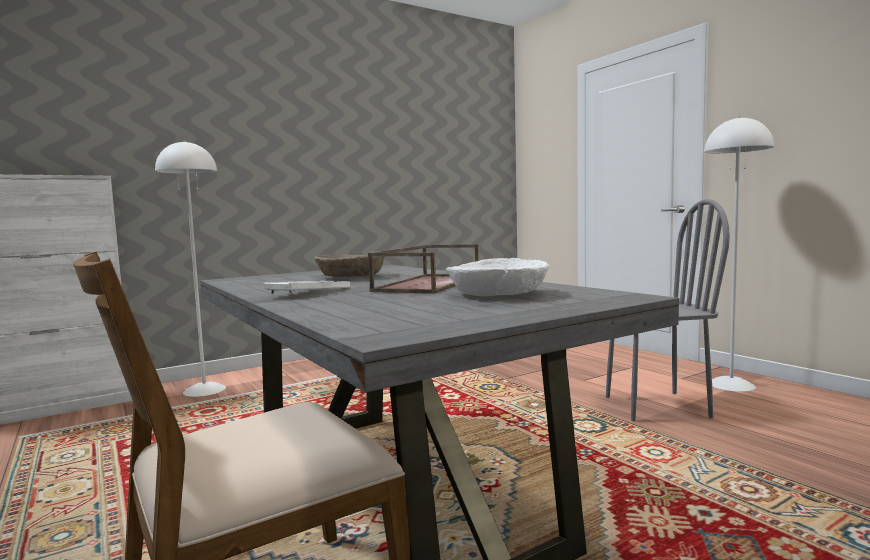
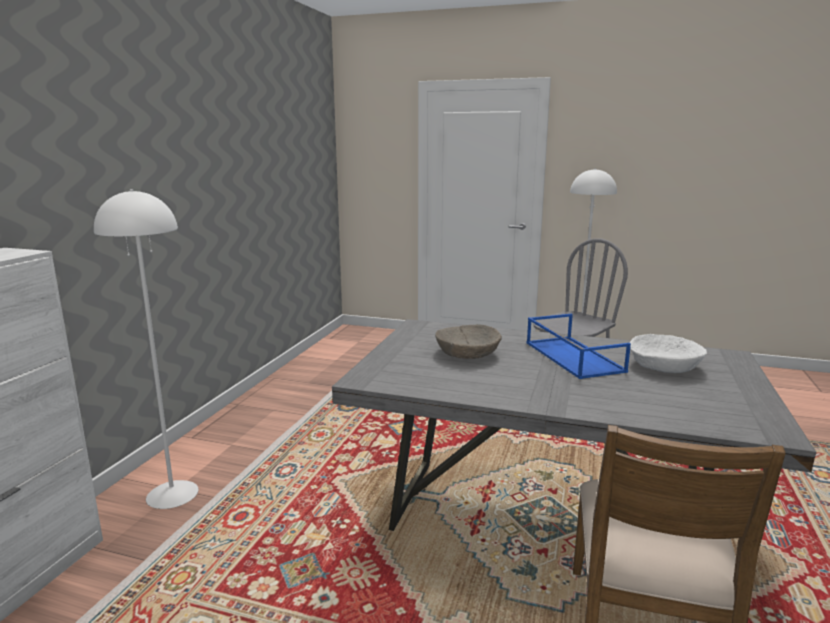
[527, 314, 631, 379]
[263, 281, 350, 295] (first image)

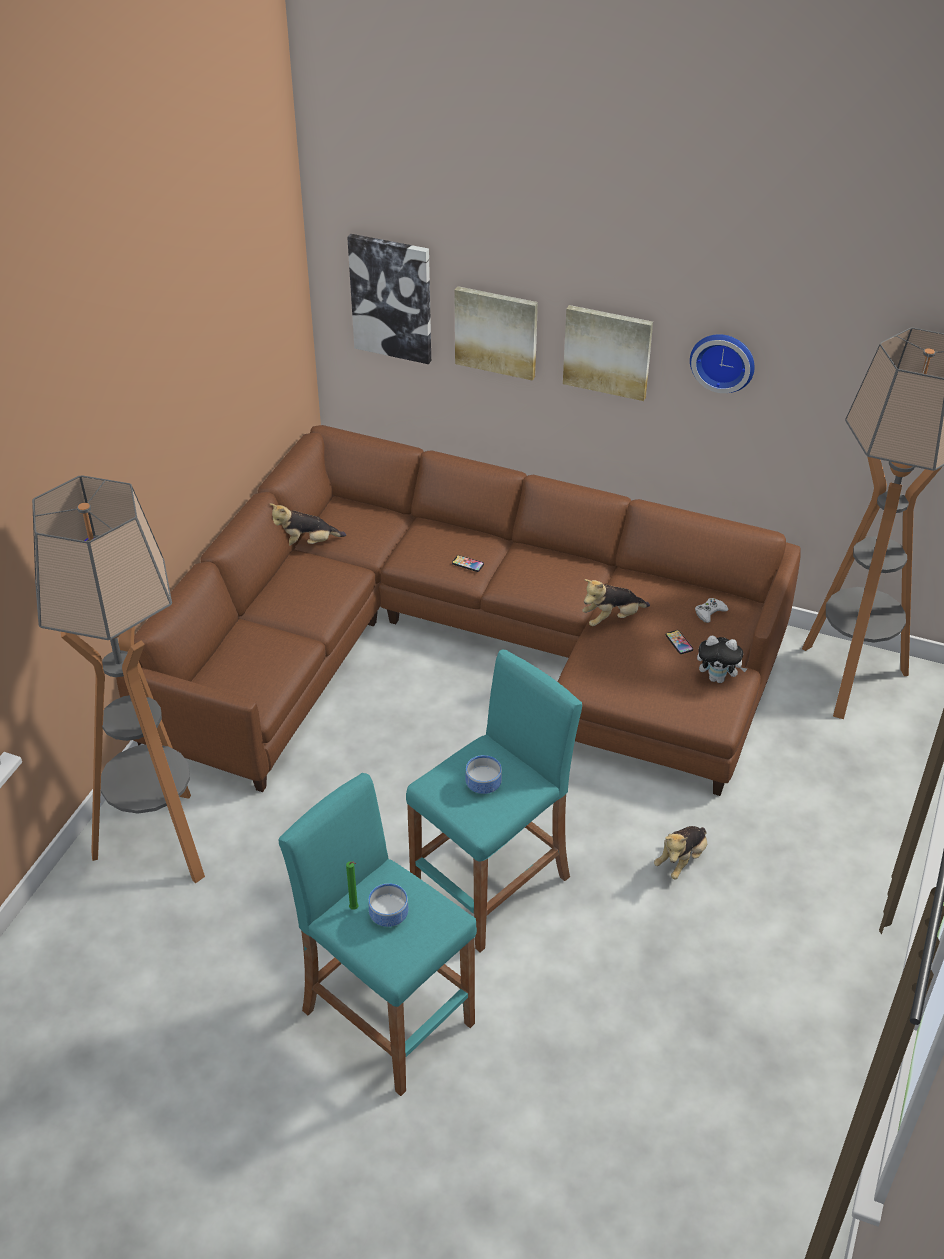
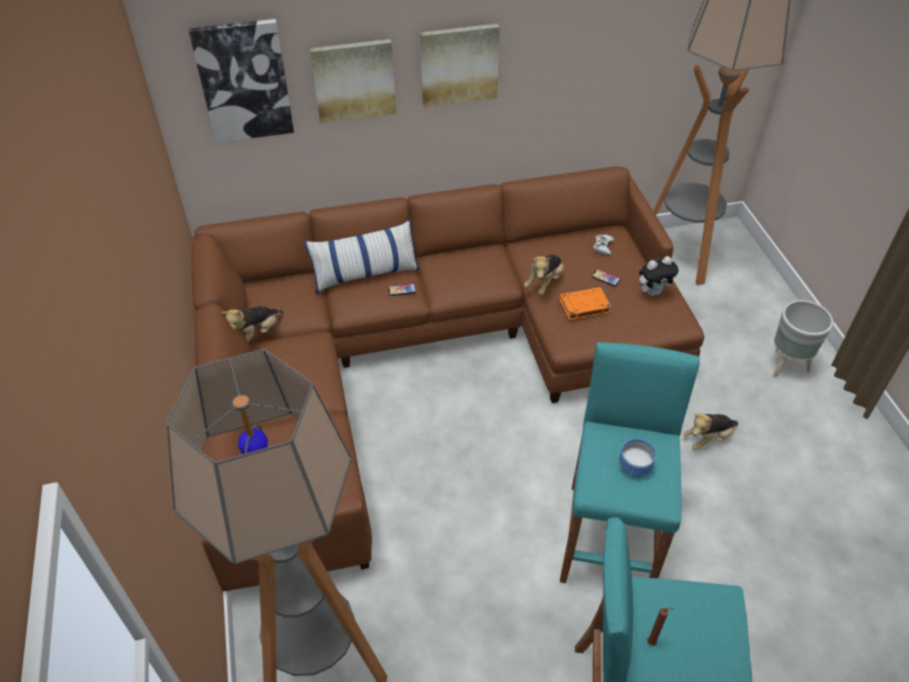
[304, 220, 420, 294]
[559, 287, 611, 320]
[647, 608, 674, 646]
[683, 413, 738, 451]
[773, 300, 833, 378]
[368, 883, 408, 927] (first image)
[690, 334, 755, 393] (first image)

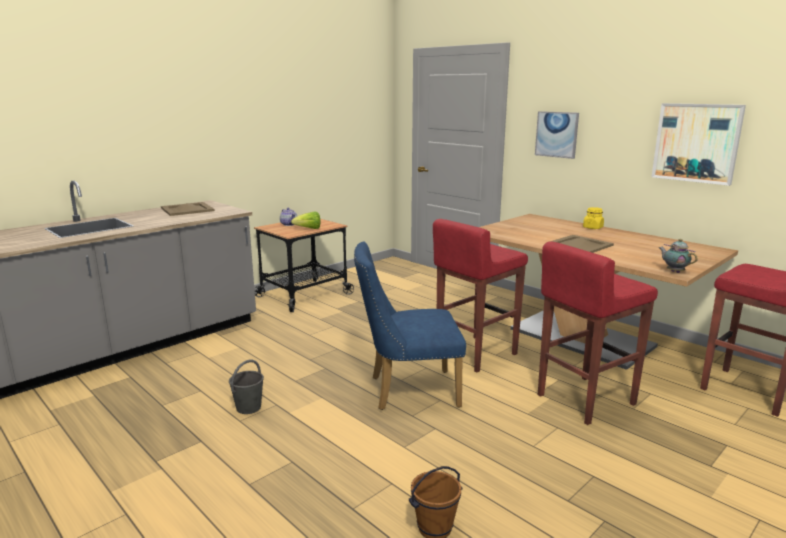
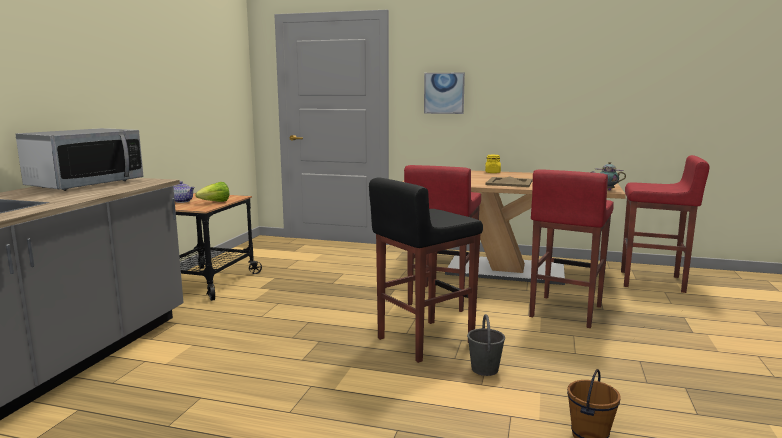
[15, 128, 144, 191]
[369, 177, 483, 363]
[467, 314, 505, 376]
[652, 103, 746, 186] (first image)

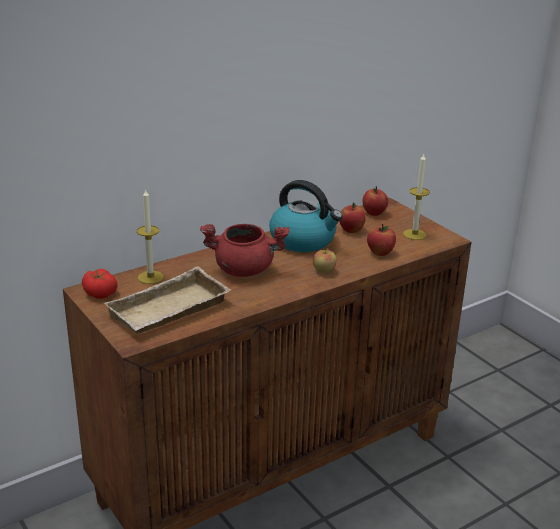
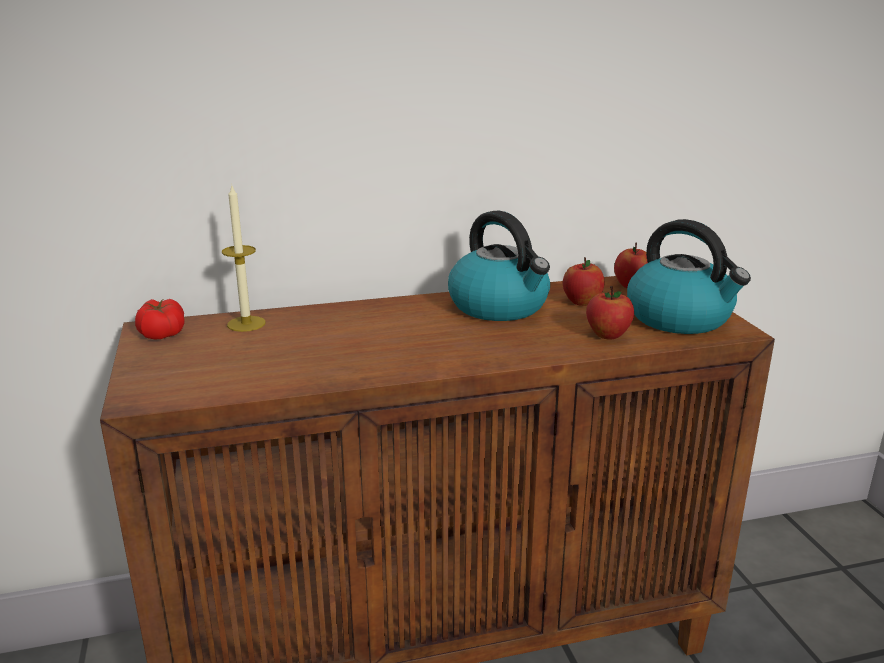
[627, 219, 751, 334]
[104, 266, 231, 334] (first image)
[200, 224, 289, 277] (first image)
[313, 246, 336, 273] (first image)

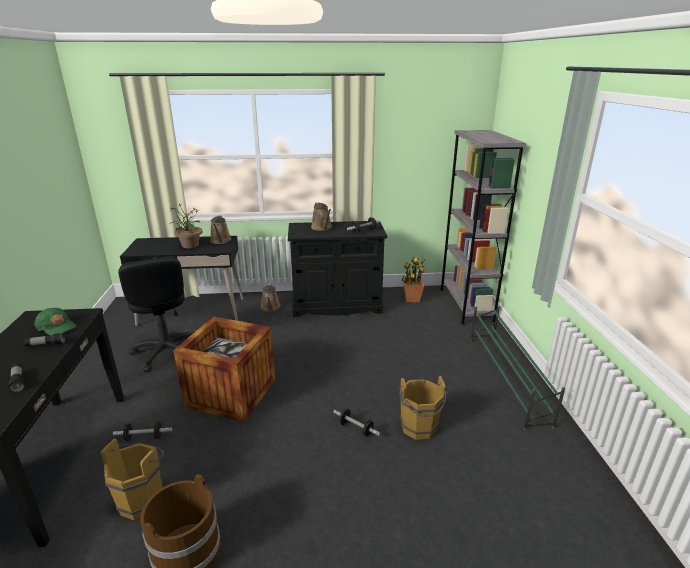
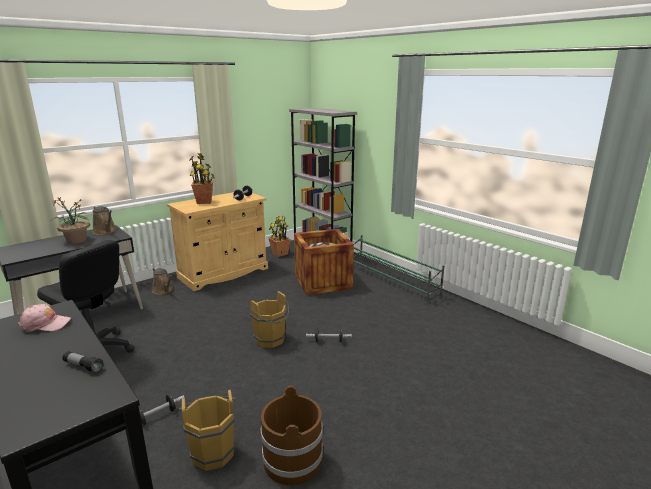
[18, 304, 71, 332]
[167, 191, 268, 291]
[189, 153, 215, 204]
[250, 291, 289, 348]
[294, 229, 354, 295]
[24, 333, 66, 347] (first image)

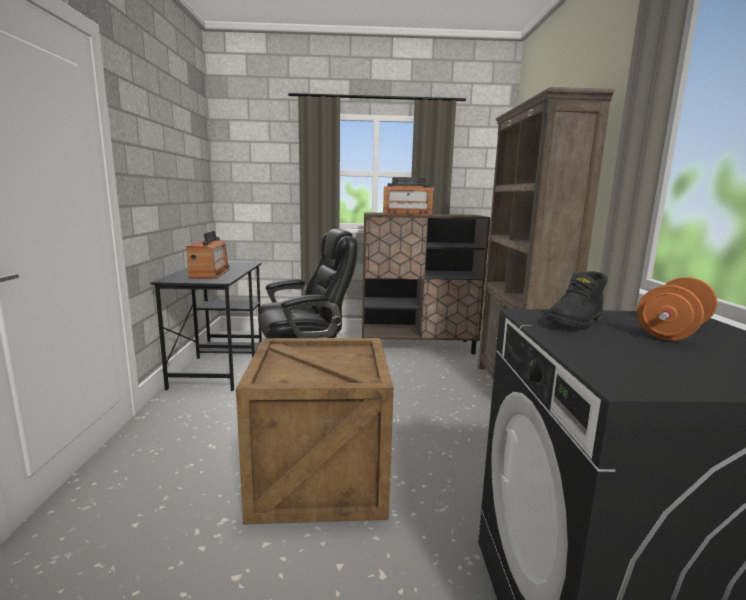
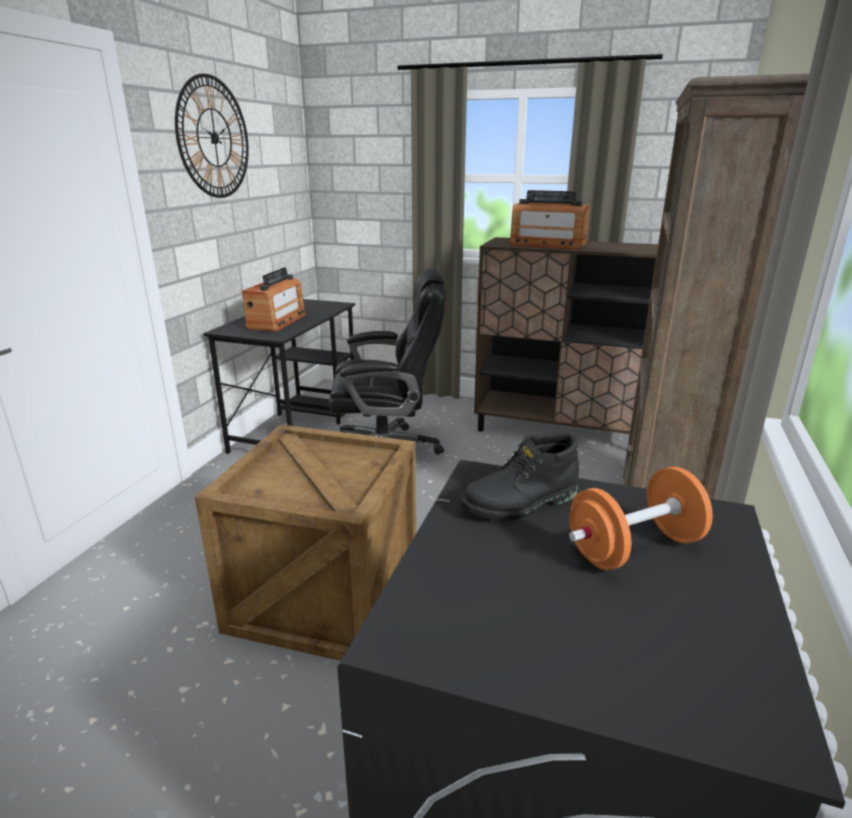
[175, 74, 249, 198]

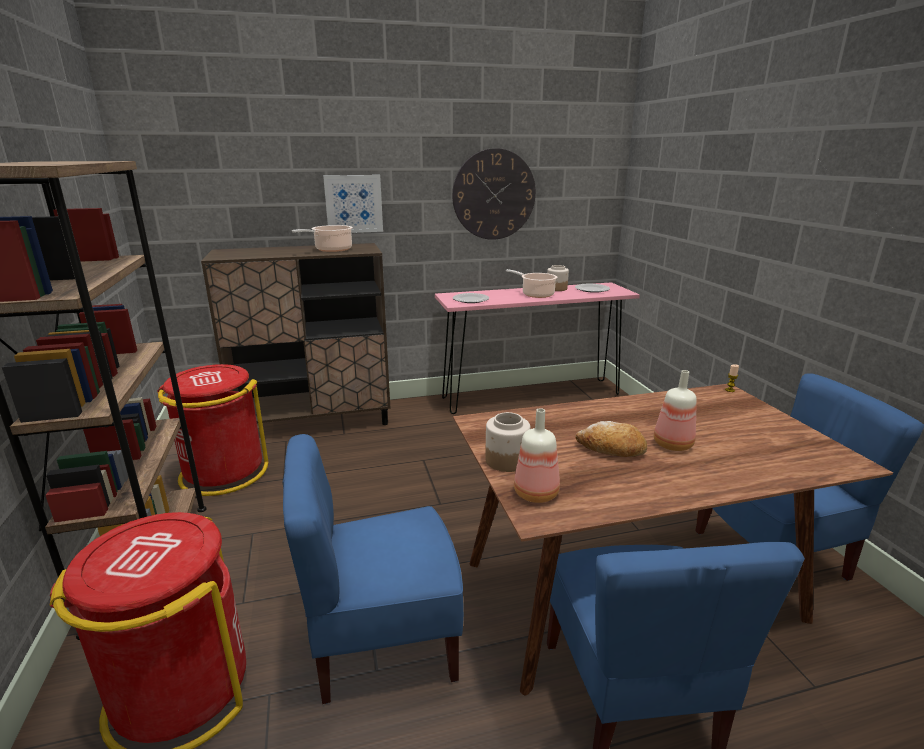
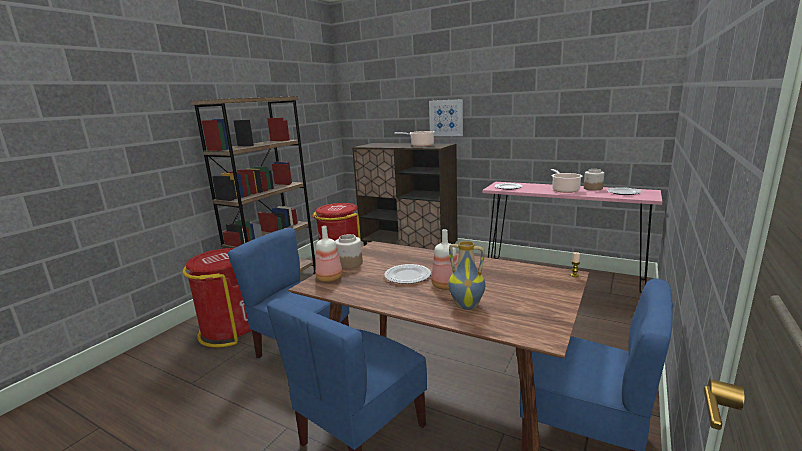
[384, 264, 431, 284]
[448, 241, 485, 310]
[452, 148, 536, 240] (first image)

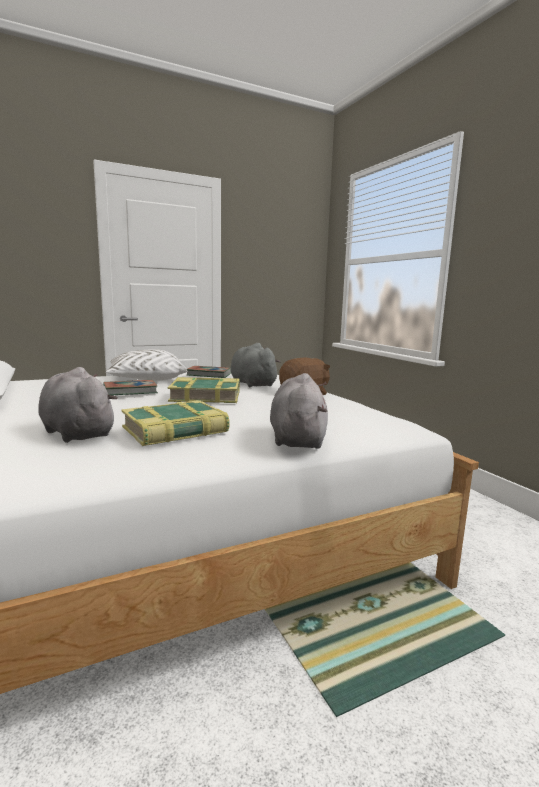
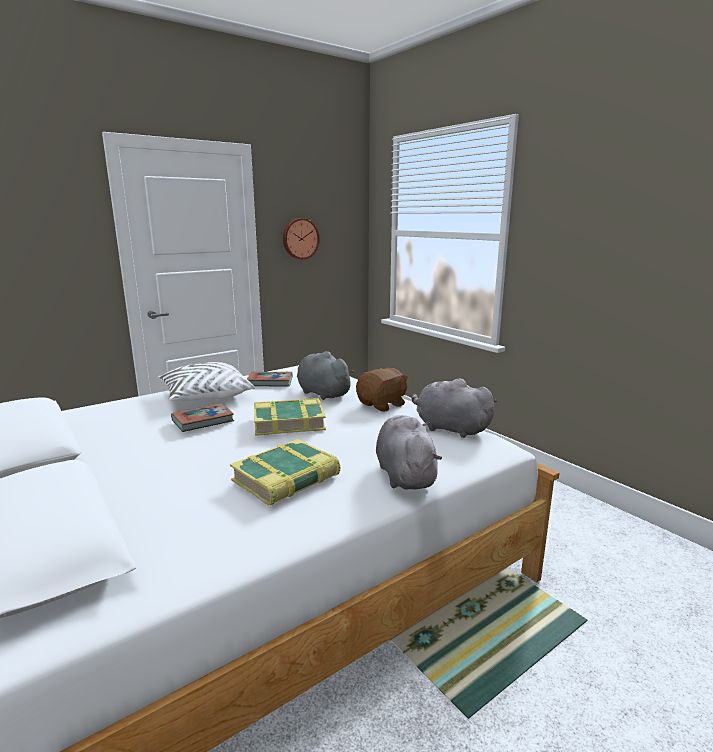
[283, 218, 320, 259]
[412, 379, 497, 438]

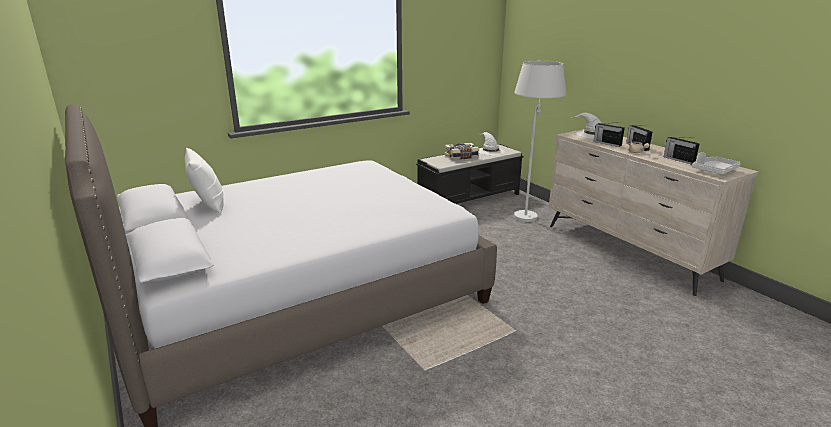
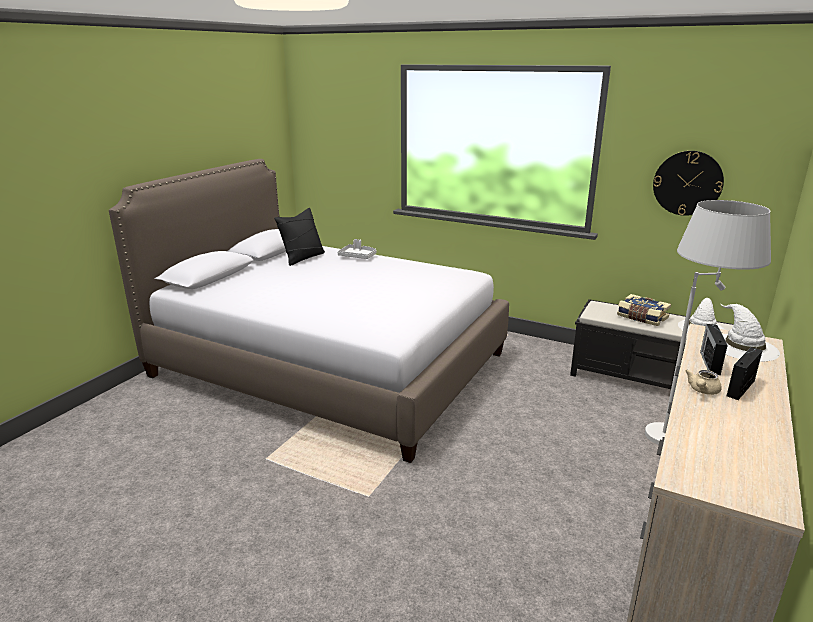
[274, 208, 325, 266]
[338, 239, 377, 259]
[653, 151, 724, 216]
[664, 137, 700, 165] (first image)

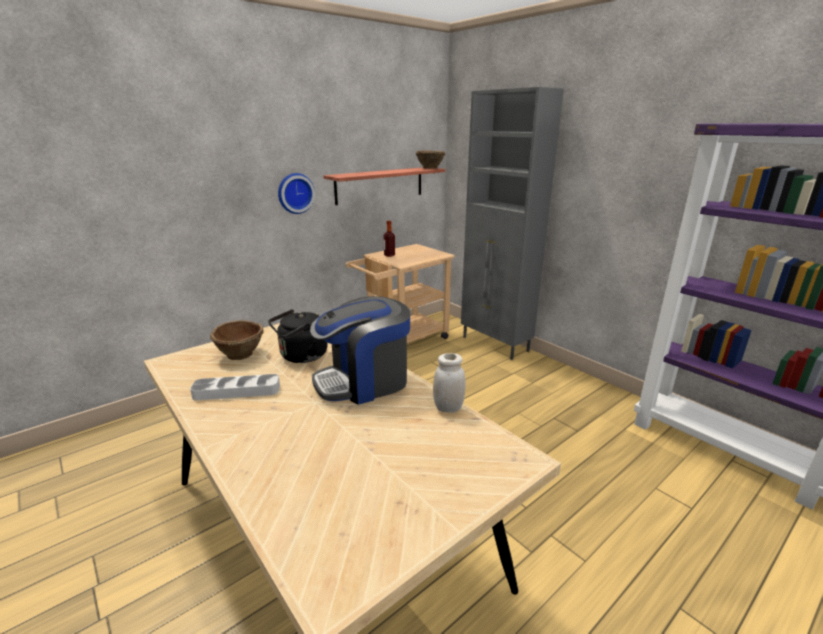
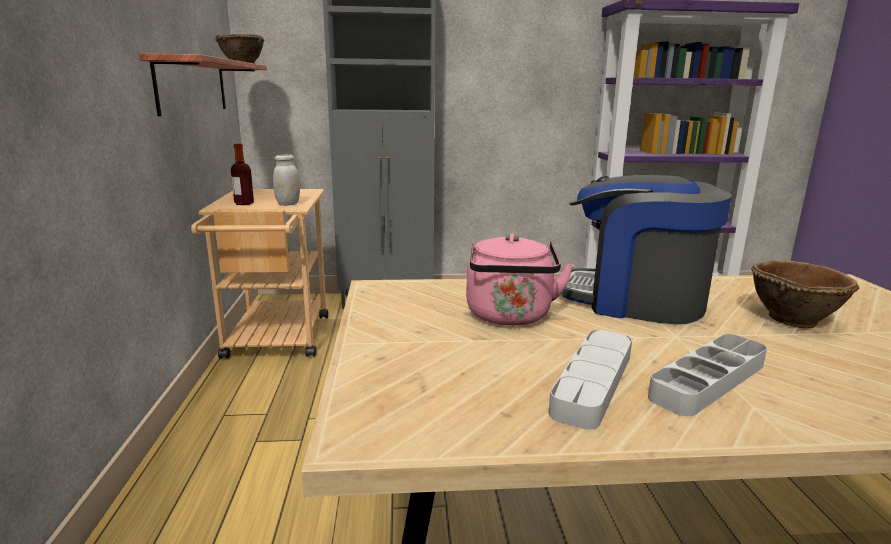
[273, 154, 300, 206]
[466, 234, 574, 326]
[561, 175, 732, 324]
[648, 334, 767, 416]
[751, 260, 859, 328]
[278, 173, 315, 214] (first image)

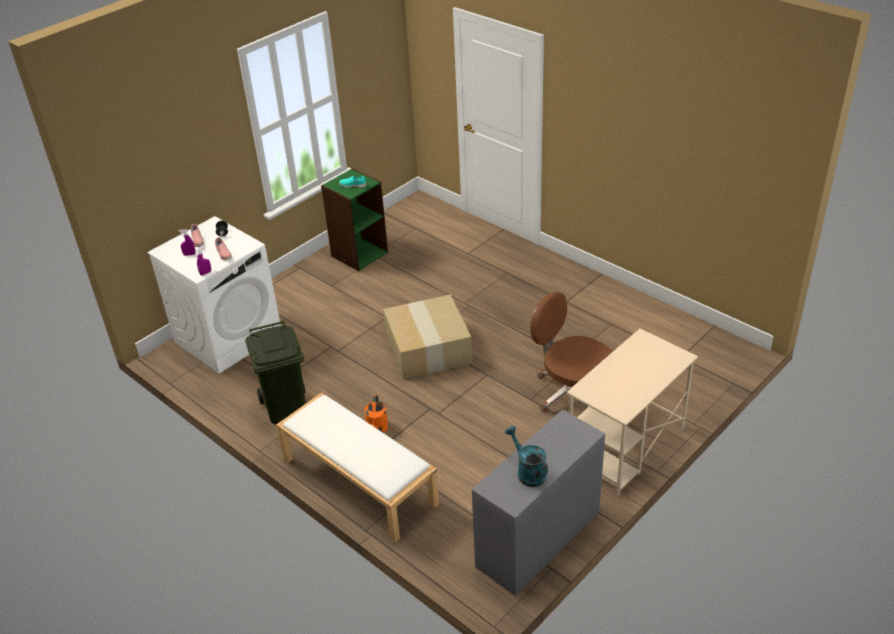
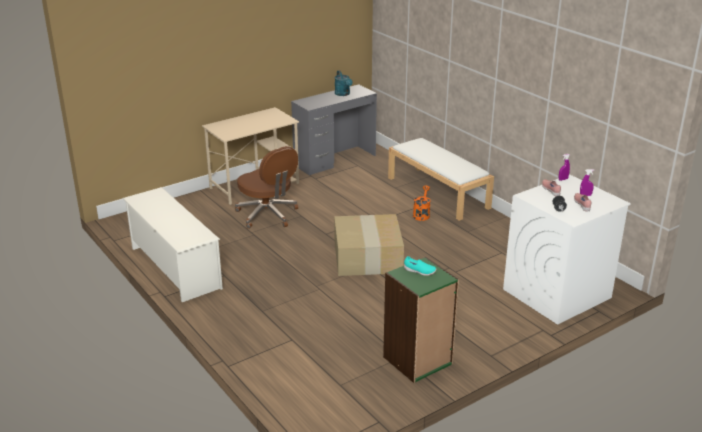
[123, 187, 223, 302]
[245, 321, 306, 424] (first image)

